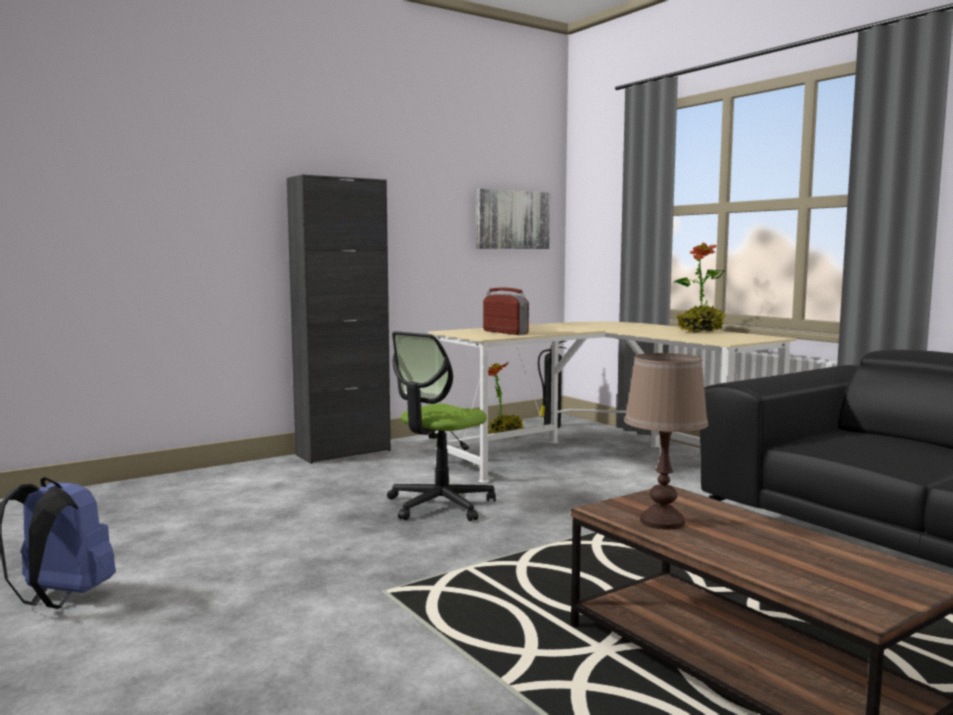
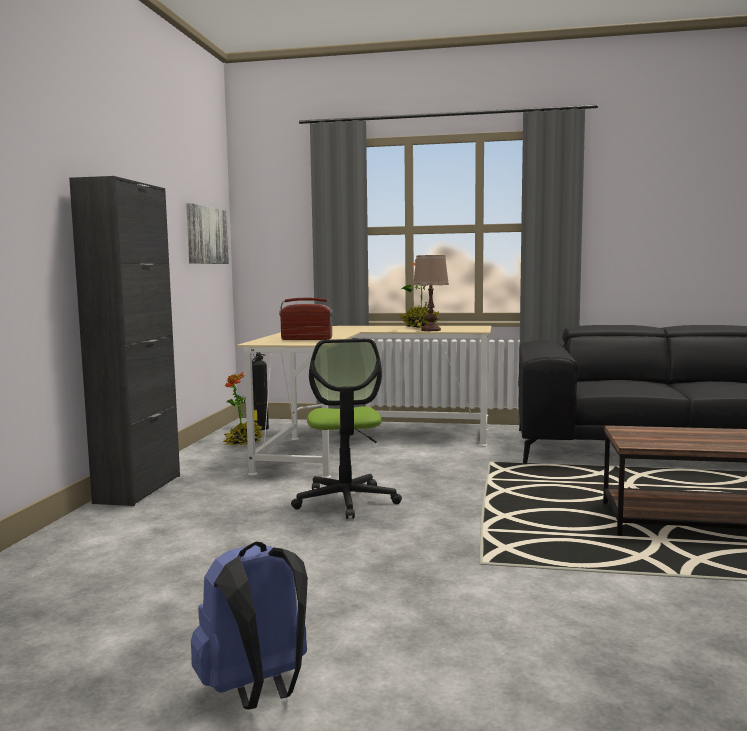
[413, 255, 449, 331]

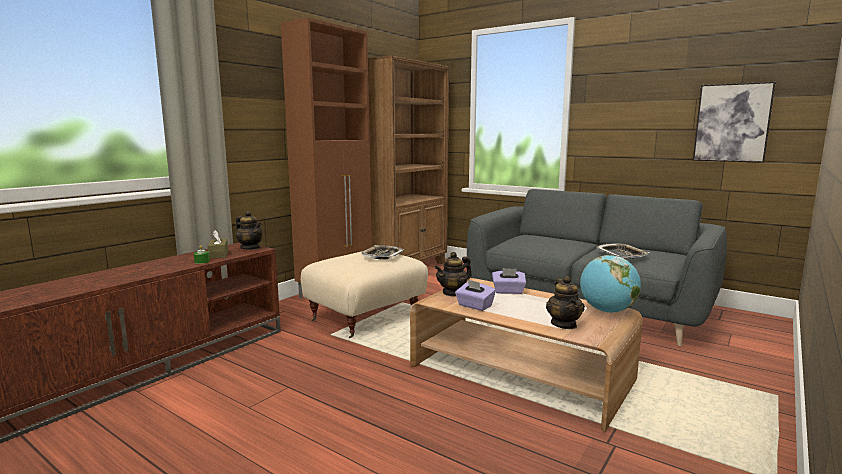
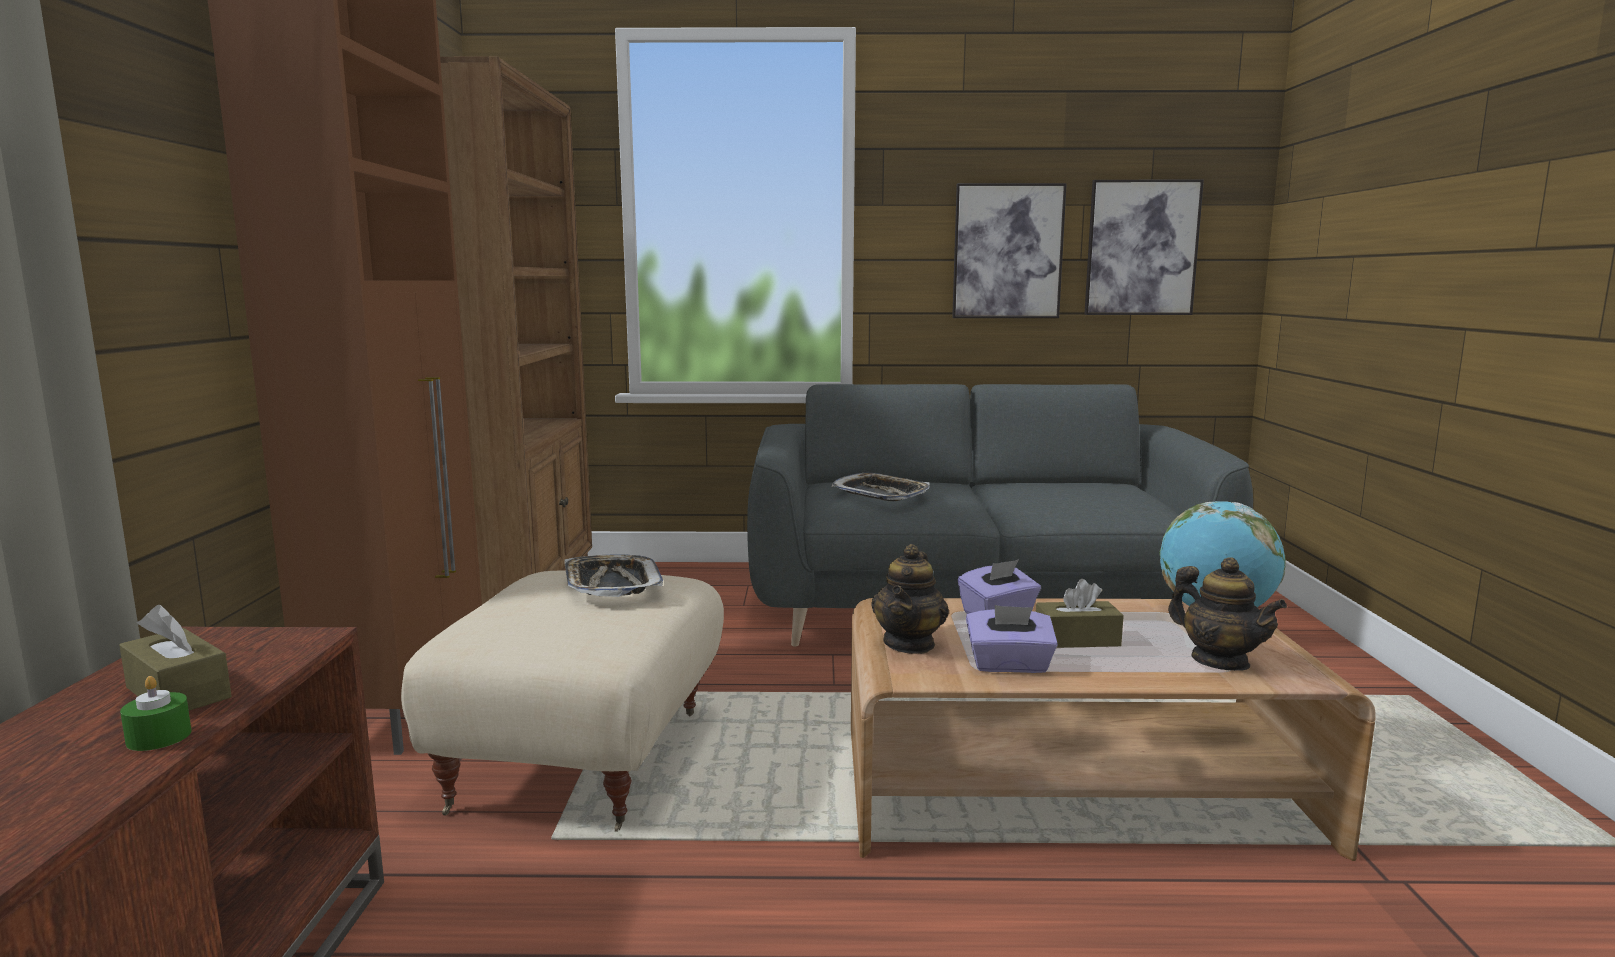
[831, 473, 930, 501]
[952, 183, 1067, 318]
[1036, 579, 1124, 648]
[236, 211, 263, 250] (first image)

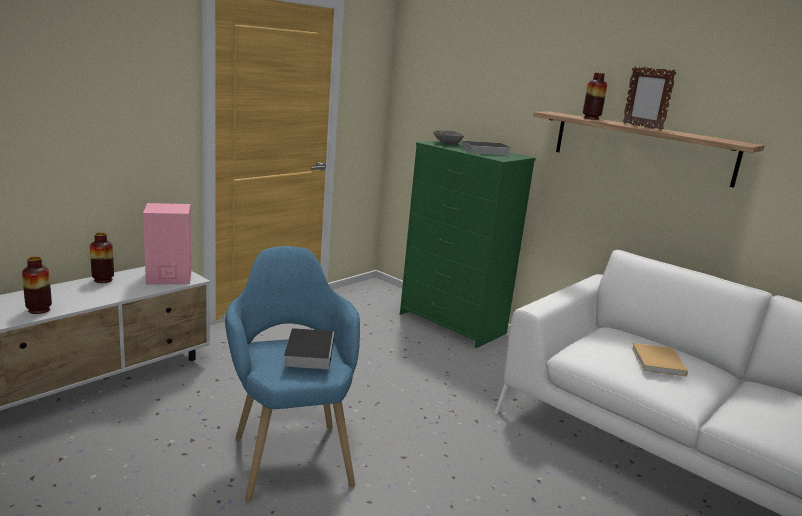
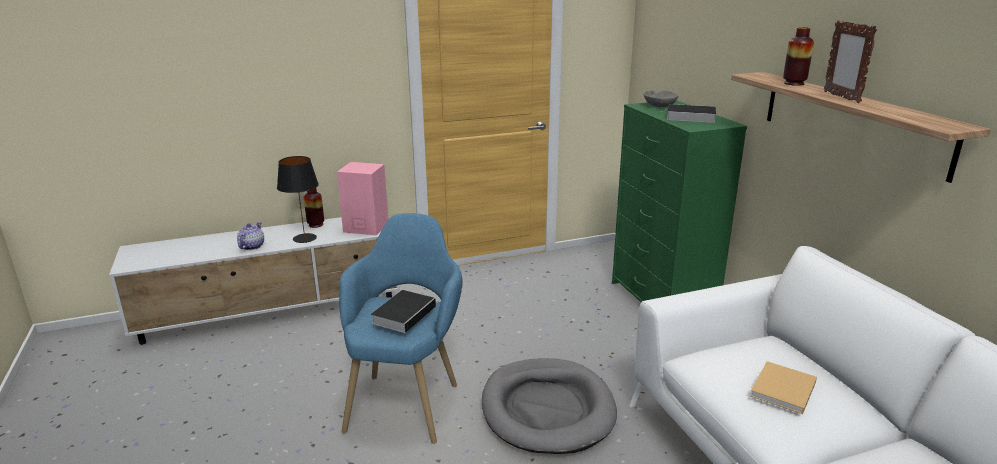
[237, 222, 264, 250]
[277, 156, 319, 243]
[482, 358, 617, 454]

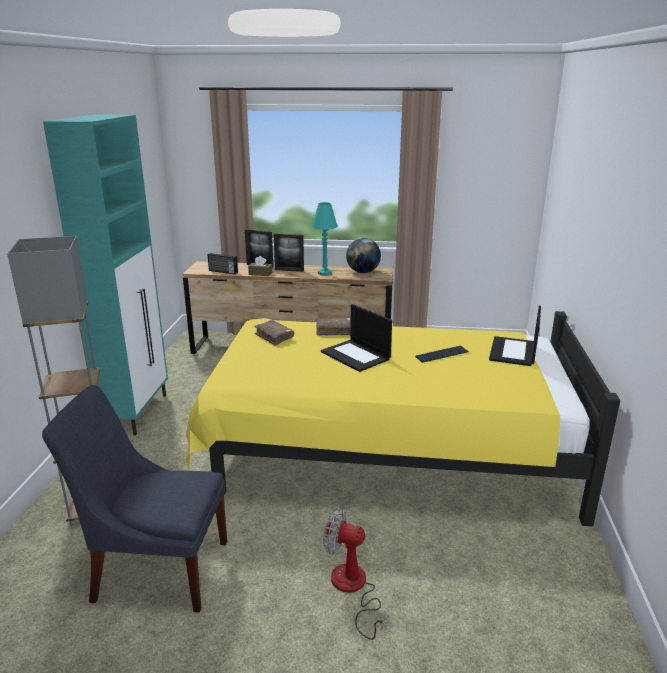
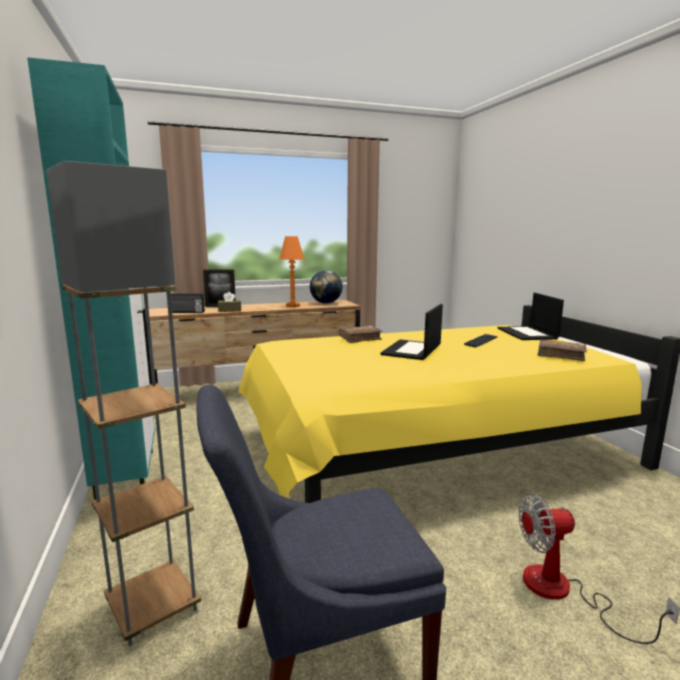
[279, 236, 305, 307]
[381, 304, 443, 360]
[538, 339, 587, 361]
[273, 234, 304, 272] (first image)

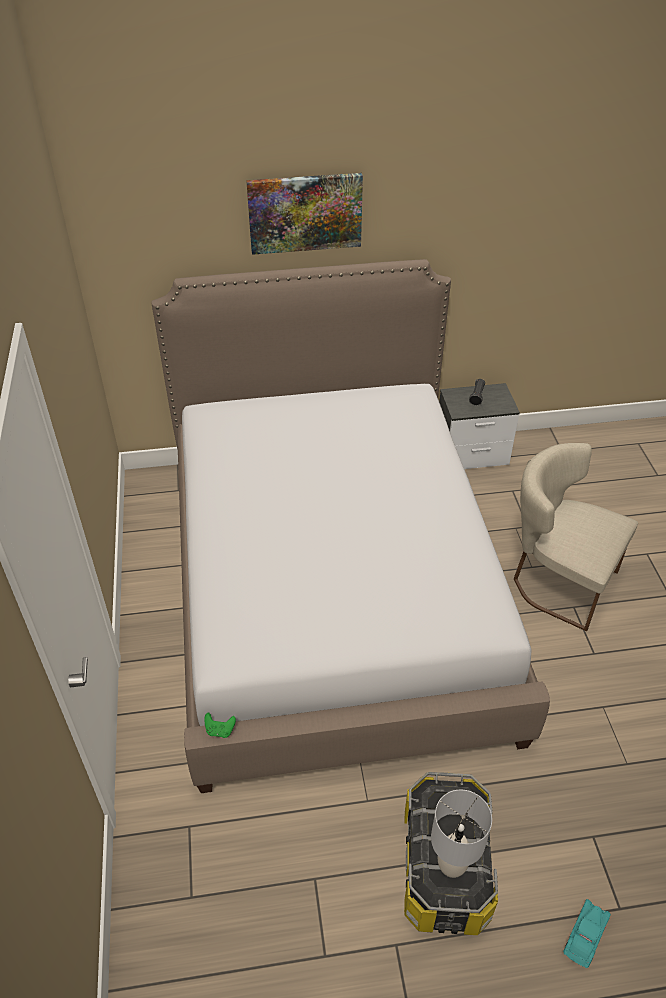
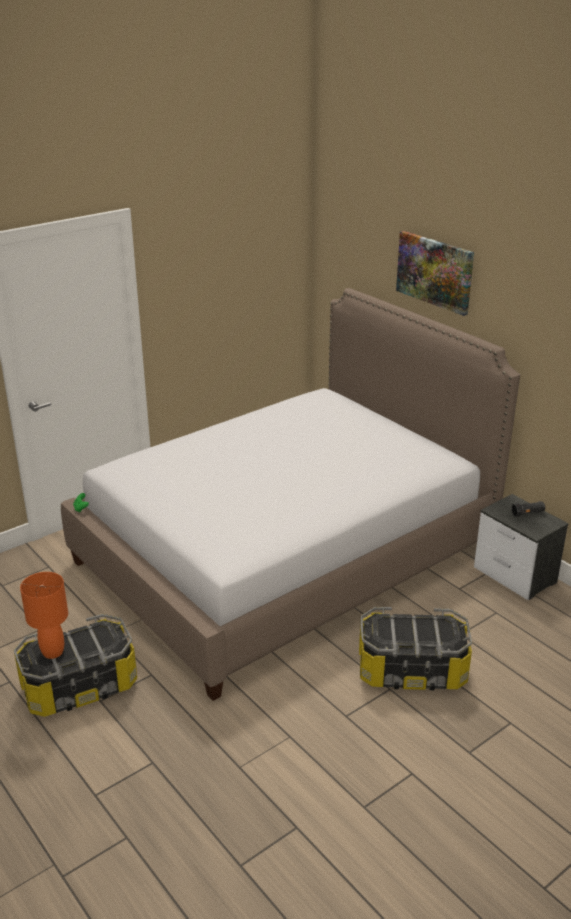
[20, 572, 68, 659]
[359, 607, 472, 690]
[563, 899, 611, 968] (first image)

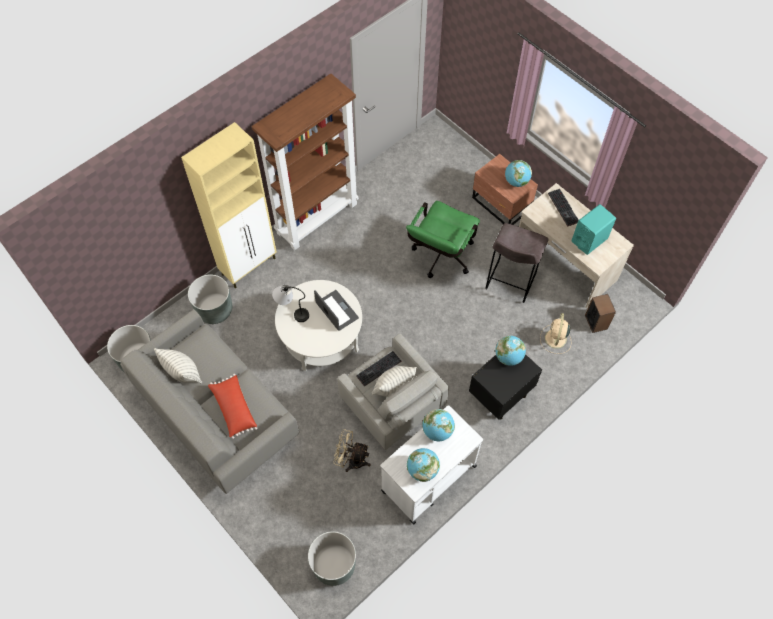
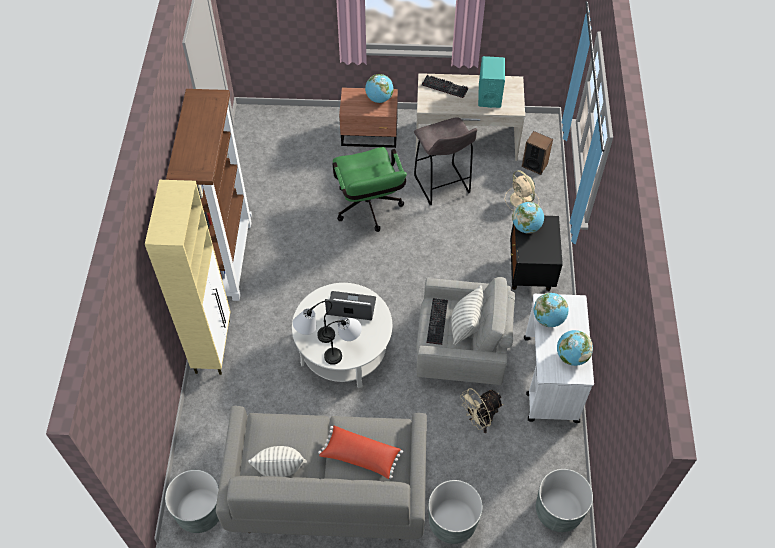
[322, 317, 362, 365]
[428, 480, 483, 544]

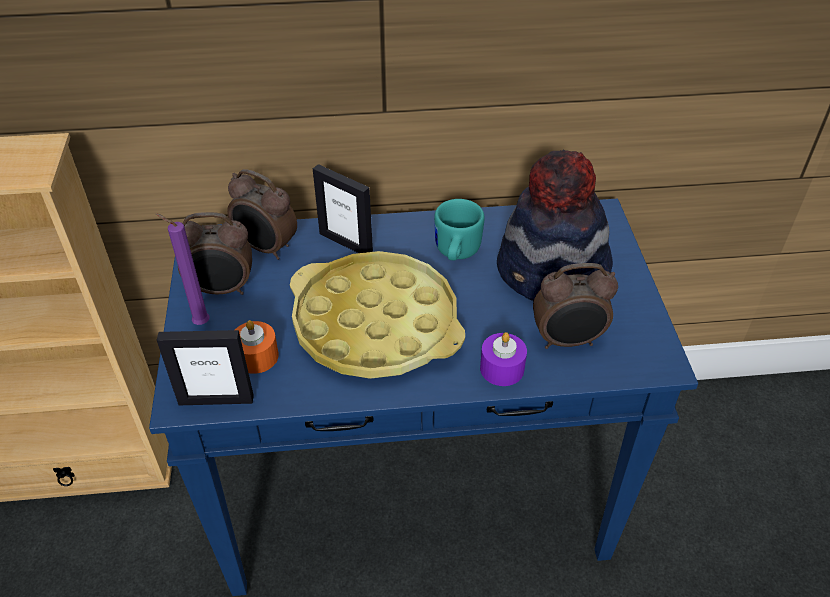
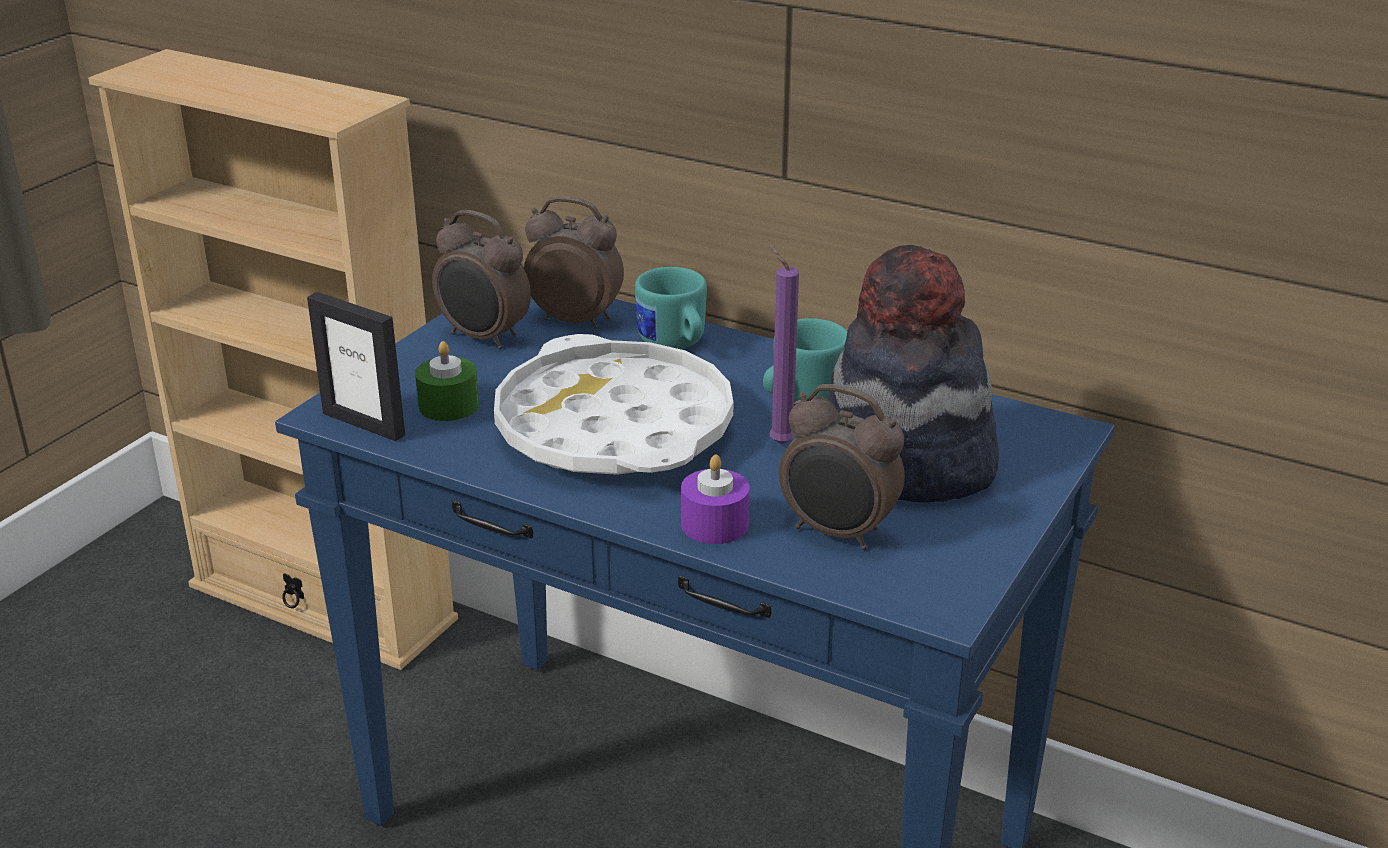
[415, 341, 479, 421]
[494, 334, 733, 475]
[524, 196, 624, 328]
[635, 267, 707, 349]
[769, 245, 799, 444]

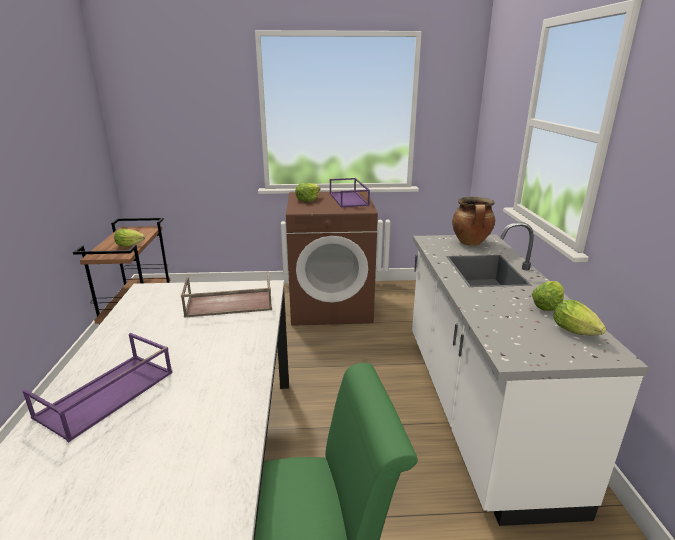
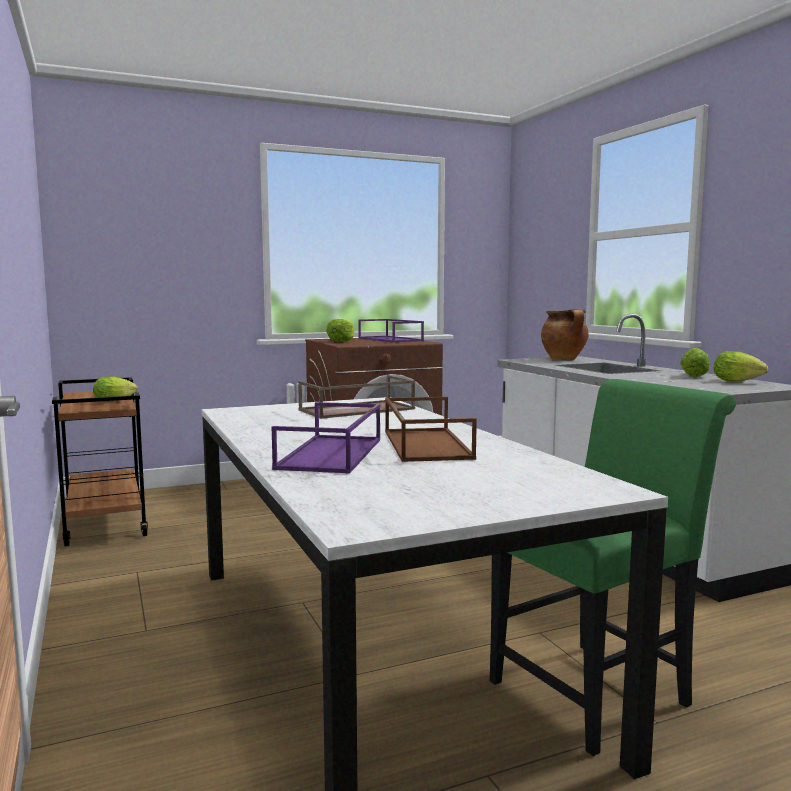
[385, 397, 477, 462]

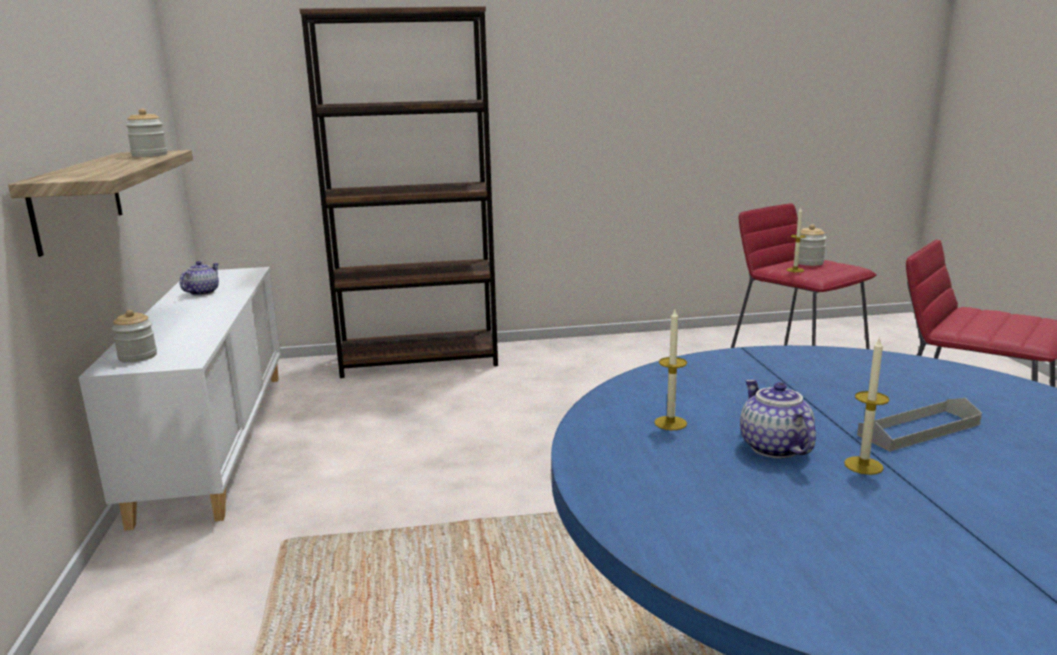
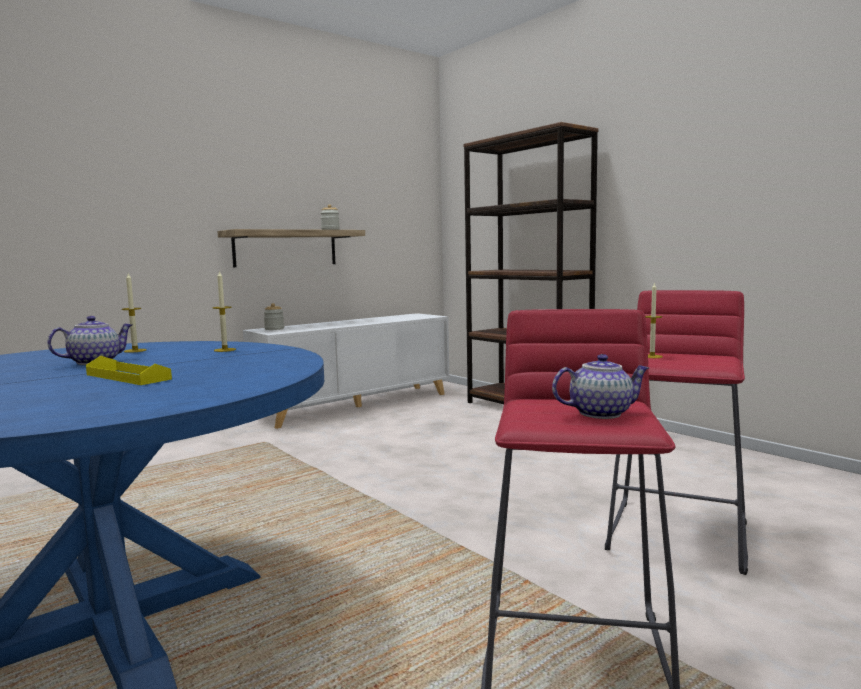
[86, 356, 172, 385]
[213, 270, 236, 352]
[552, 354, 649, 419]
[798, 224, 826, 266] (first image)

